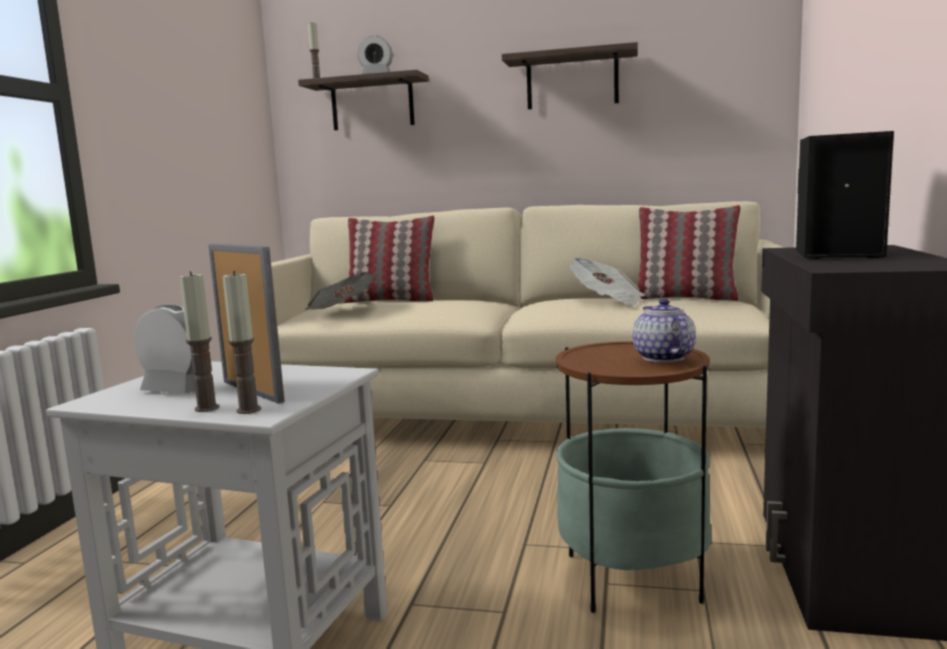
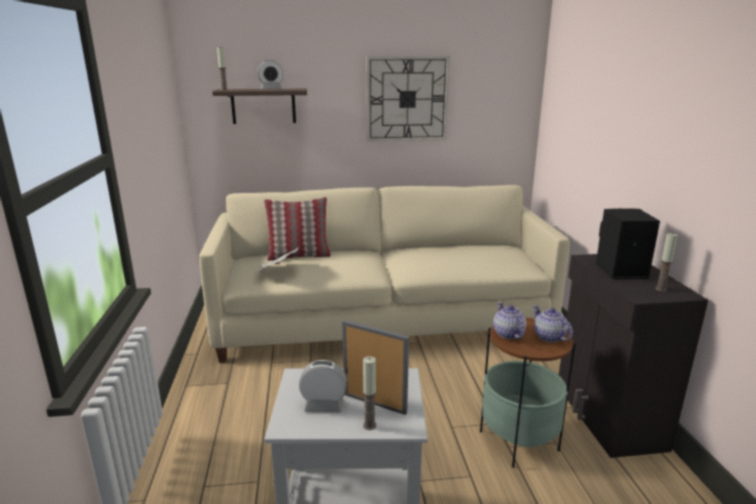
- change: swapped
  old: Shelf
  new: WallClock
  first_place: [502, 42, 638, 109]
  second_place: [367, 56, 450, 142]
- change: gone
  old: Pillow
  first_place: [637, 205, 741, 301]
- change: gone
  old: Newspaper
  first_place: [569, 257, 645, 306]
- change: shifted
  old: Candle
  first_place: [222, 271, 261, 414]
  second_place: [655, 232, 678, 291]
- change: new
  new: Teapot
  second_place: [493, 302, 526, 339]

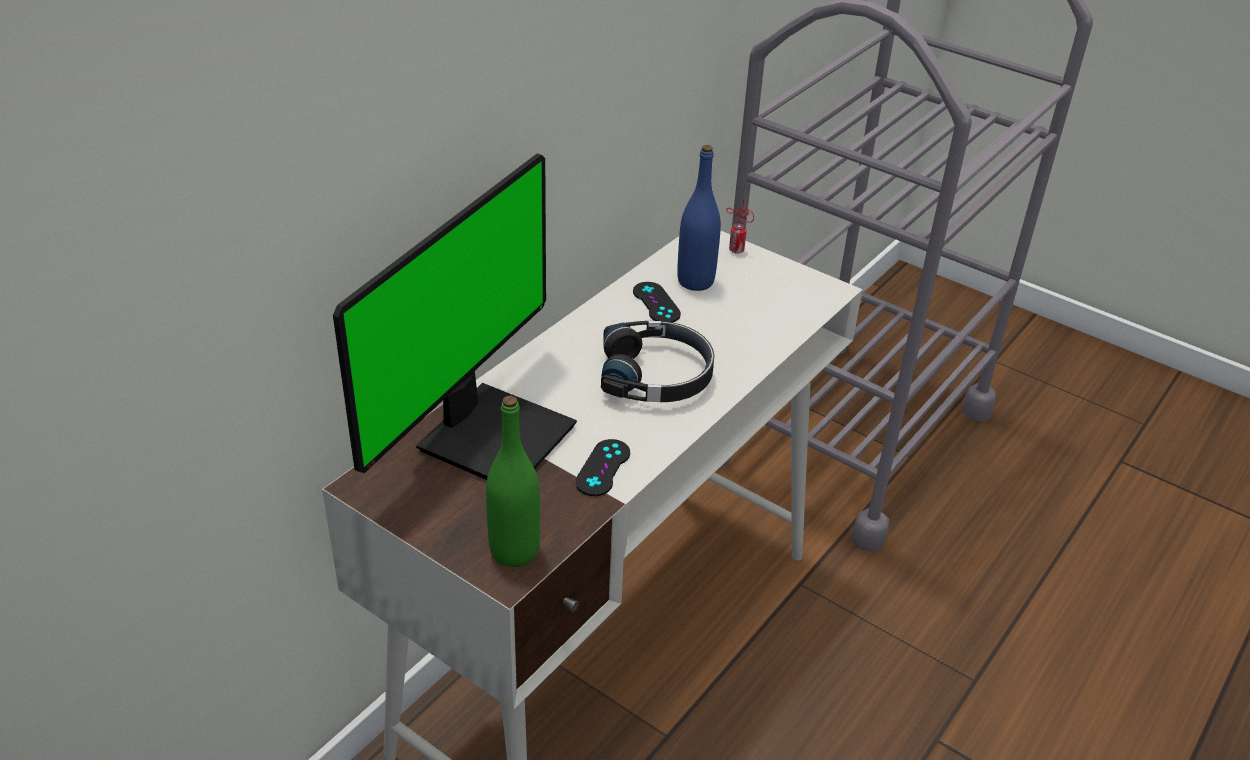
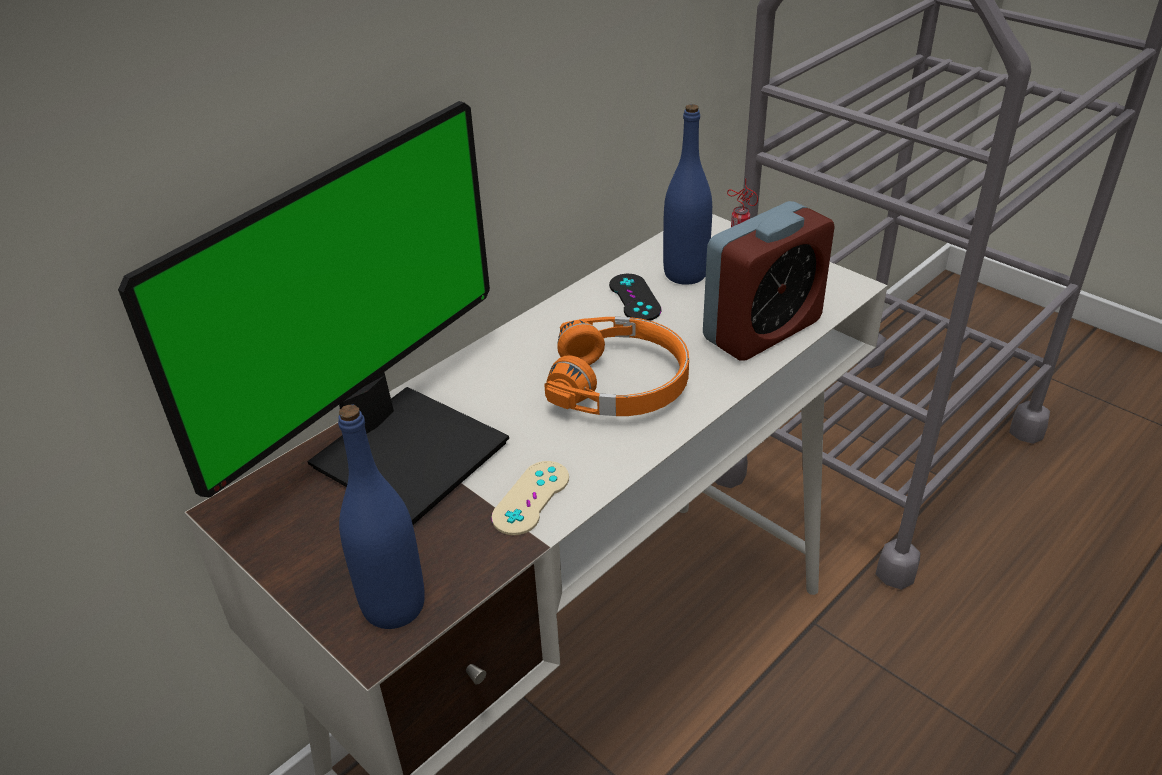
- change: repainted
  old: BlackHeadphones
  new: OrangeHeadphones
  first_place: [601, 321, 715, 402]
  second_place: [544, 317, 689, 416]
- change: repainted
  old: GreenBottle
  new: BlueBottle
  first_place: [486, 396, 540, 567]
  second_place: [338, 404, 425, 629]
- change: repainted
  old: BlackGameController
  new: BeigeGameController
  first_place: [575, 439, 630, 496]
  second_place: [491, 461, 569, 535]
- change: new
  new: AlarmClock
  second_place: [703, 201, 835, 361]

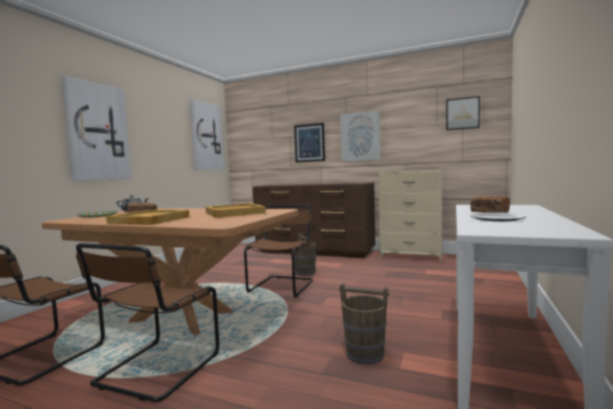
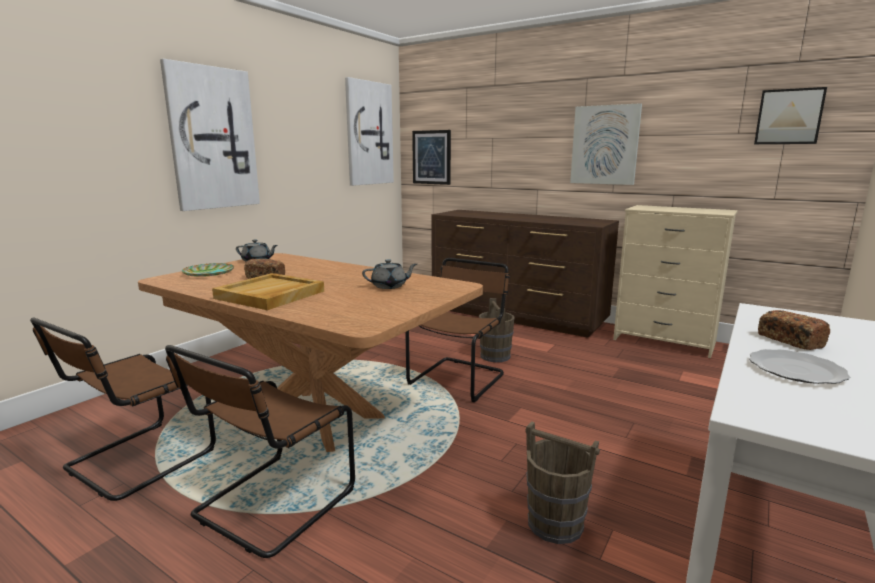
- change: shifted
  old: Picture
  first_place: [294, 123, 325, 163]
  second_place: [412, 130, 451, 185]
- change: swapped
  old: BeigeTray
  new: GreyTeapot
  first_place: [205, 203, 266, 218]
  second_place: [362, 259, 417, 289]

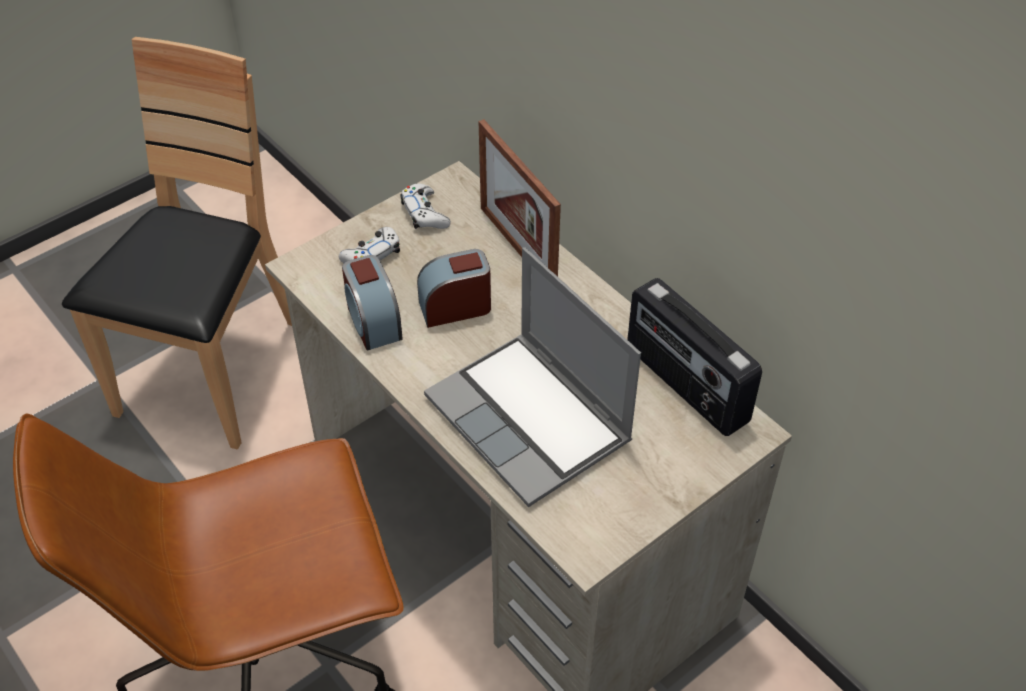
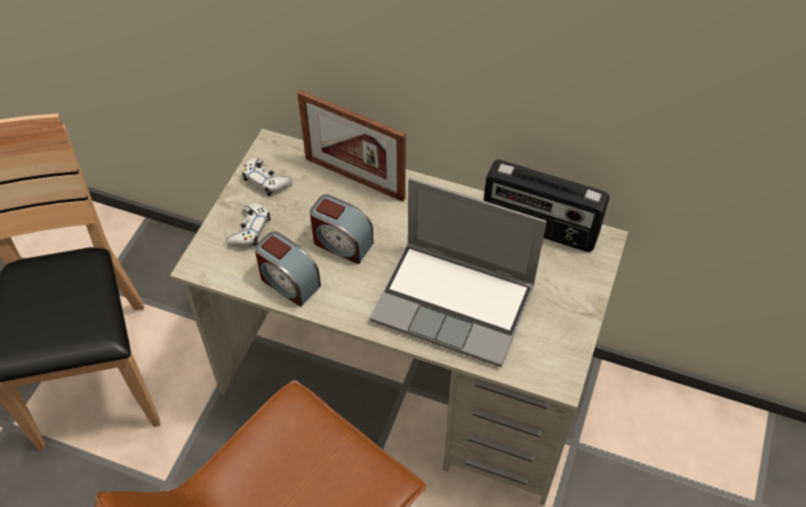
- change: rotated
  old: AlarmClock
  first_place: [417, 249, 491, 328]
  second_place: [310, 194, 374, 264]
  degrees: -105

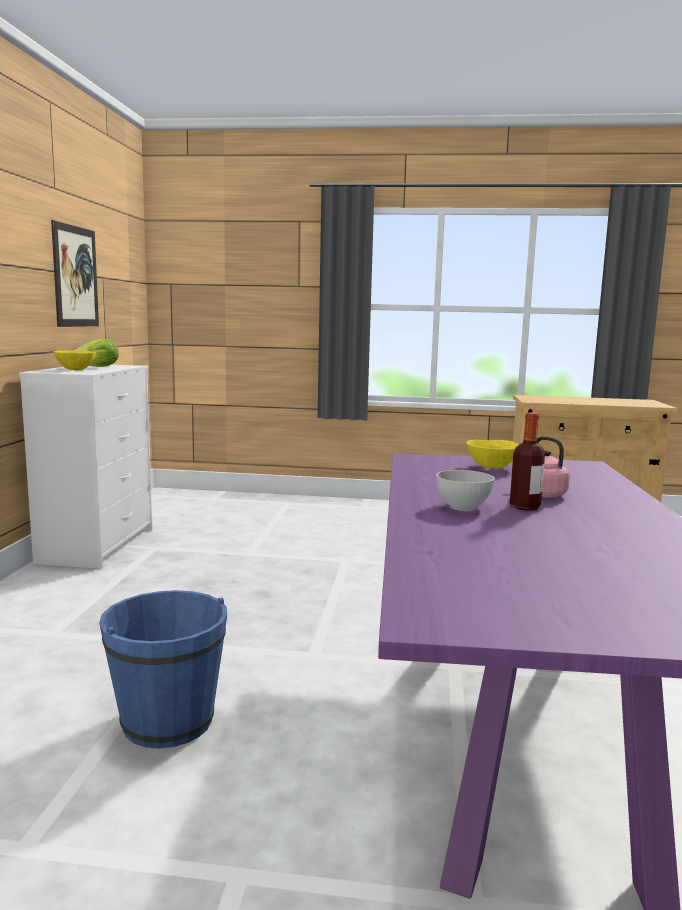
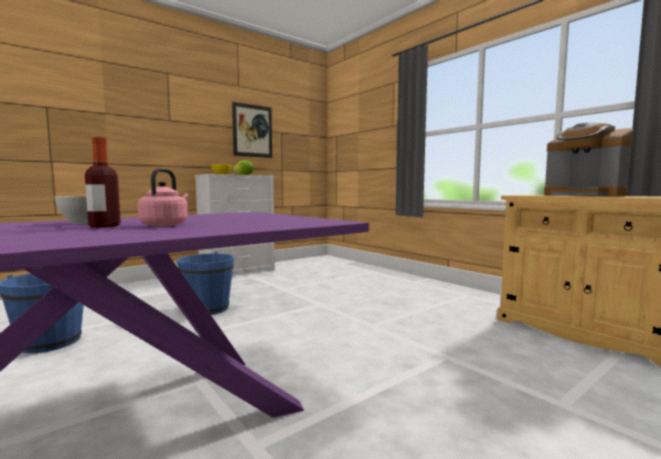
- change: gone
  old: YellowBowl
  first_place: [466, 440, 519, 469]
- change: new
  new: CoffeeMachine
  second_place: [544, 123, 634, 196]
- change: new
  new: BlueBucket
  second_place: [177, 251, 234, 315]

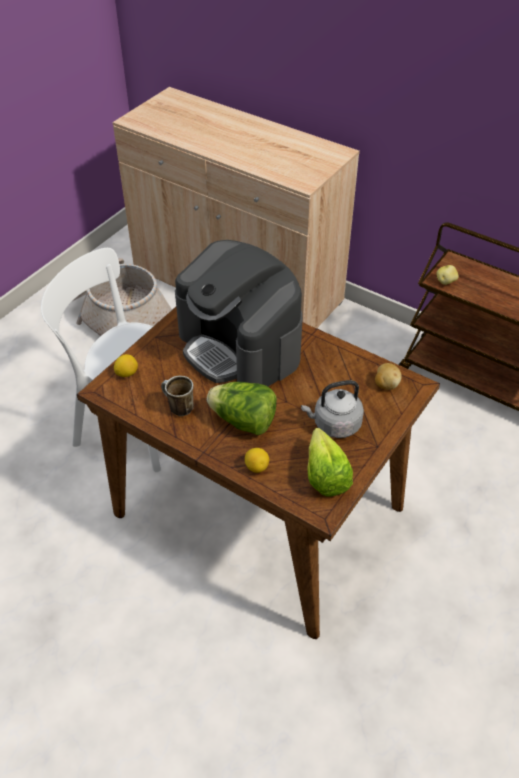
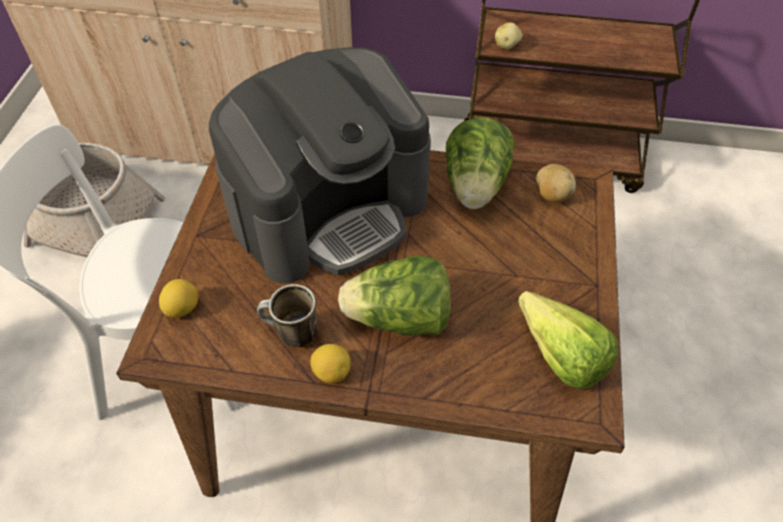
- change: rotated
  old: CoffeeMachine
  first_place: [175, 240, 303, 387]
  second_place: [209, 47, 431, 284]
  degrees: -60
- change: gone
  old: GreyKettle
  first_place: [301, 380, 364, 438]
- change: shifted
  old: Lemon
  first_place: [245, 448, 269, 473]
  second_place: [310, 344, 351, 383]
- change: new
  new: Lettuce
  second_place: [446, 118, 514, 209]

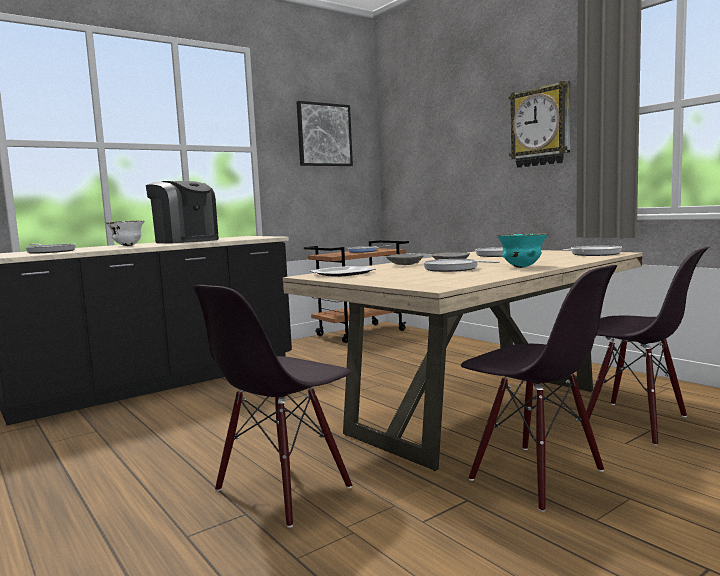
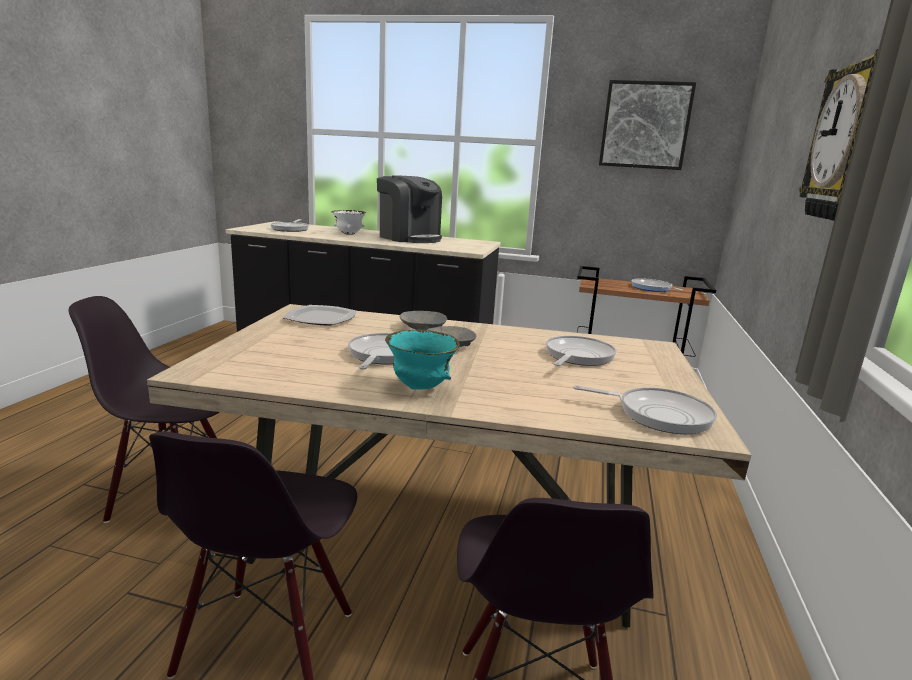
- change: rotated
  old: CoffeeMachine
  first_place: [146, 181, 219, 243]
  second_place: [377, 175, 442, 243]
  degrees: -45

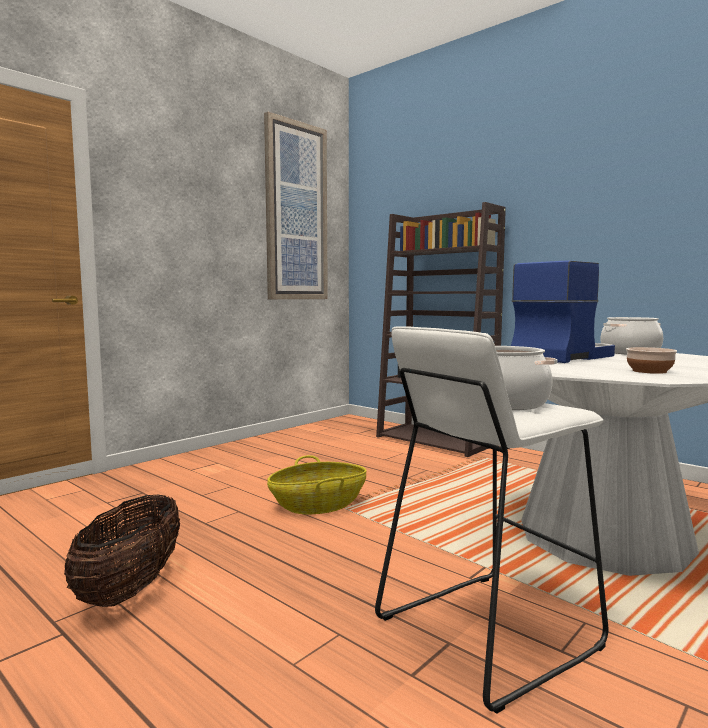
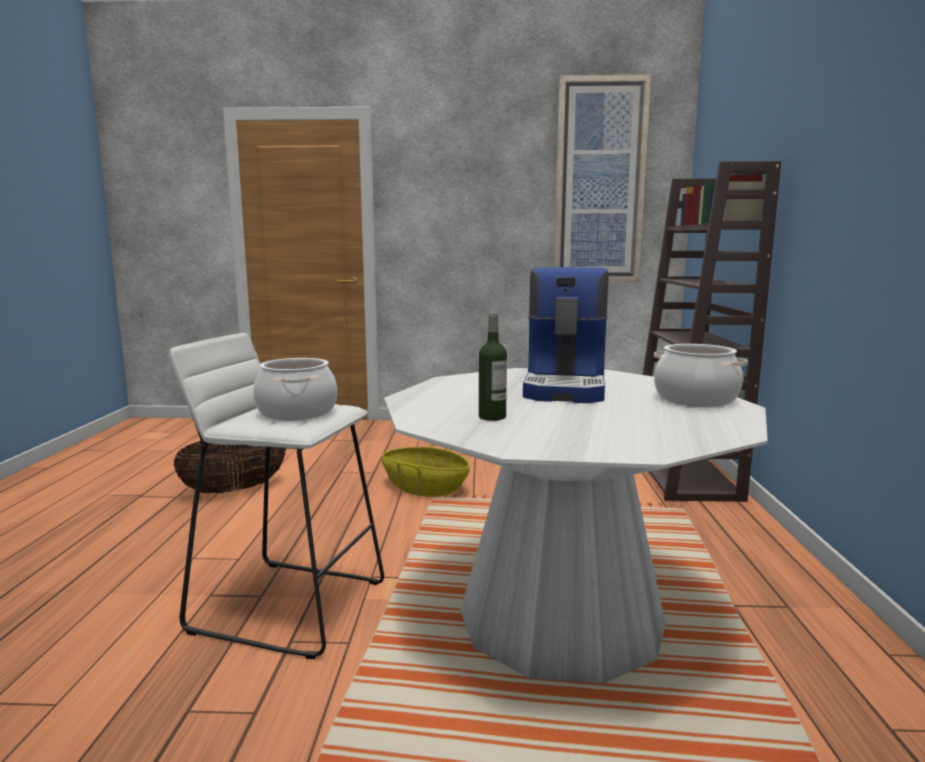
- change: rotated
  old: CoffeeMachine
  first_place: [511, 260, 615, 363]
  second_place: [523, 267, 609, 403]
  degrees: 90
- change: swapped
  old: Bowl
  new: Bottle
  first_place: [626, 347, 677, 374]
  second_place: [479, 312, 507, 421]

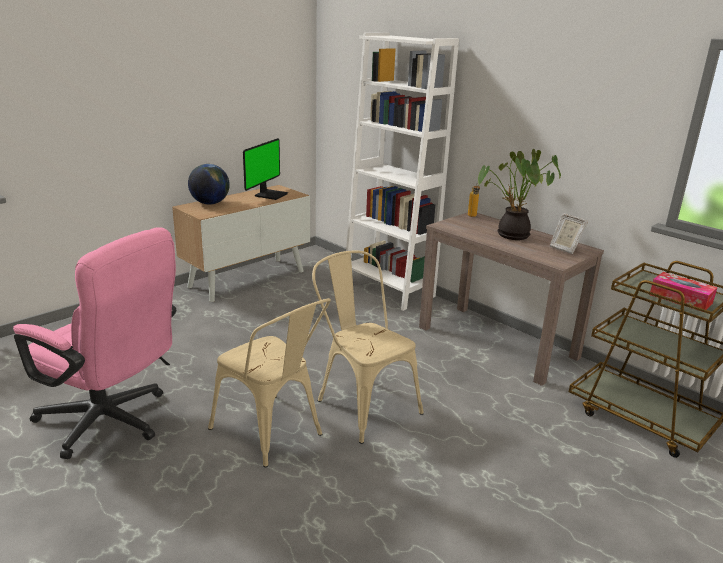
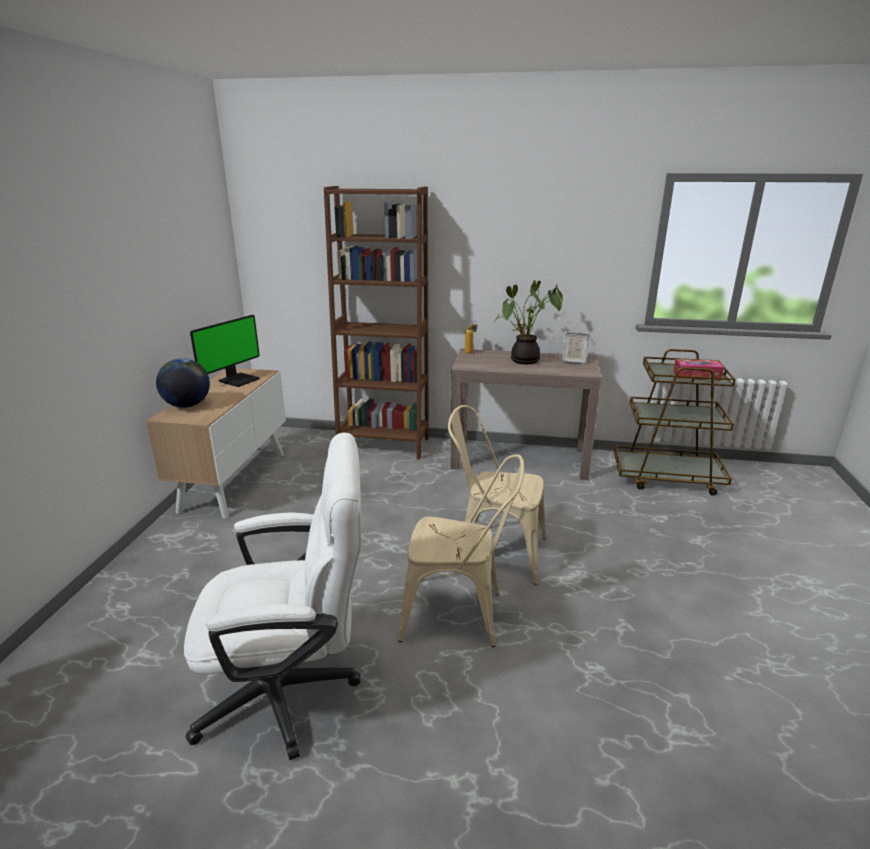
- change: repainted
  old: WhiteBookcase
  new: BrownBookcase
  first_place: [346, 33, 459, 311]
  second_place: [324, 186, 429, 460]
- change: rotated
  old: Monitor
  first_place: [243, 138, 288, 200]
  second_place: [190, 315, 260, 387]
  degrees: 45
- change: repainted
  old: PinkOfficeChair
  new: WhiteOfficeChair
  first_place: [13, 227, 176, 459]
  second_place: [184, 432, 362, 760]

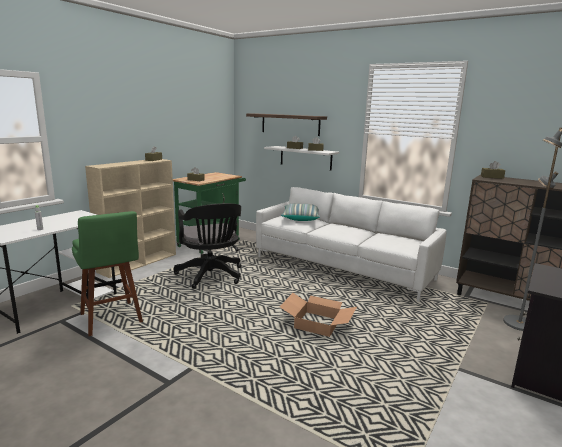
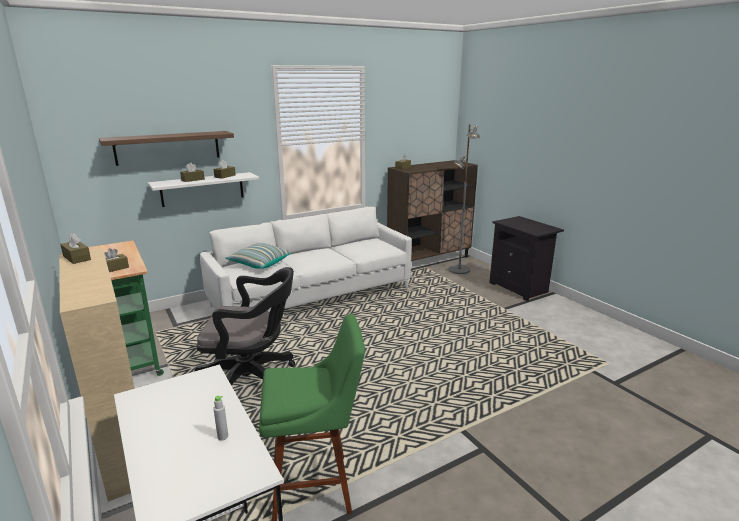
- change: gone
  old: CardboardBox
  first_place: [279, 293, 357, 337]

